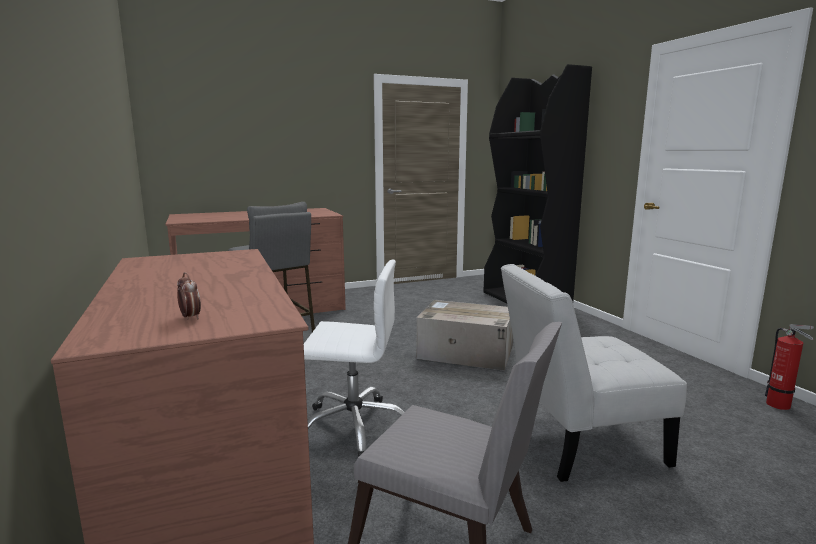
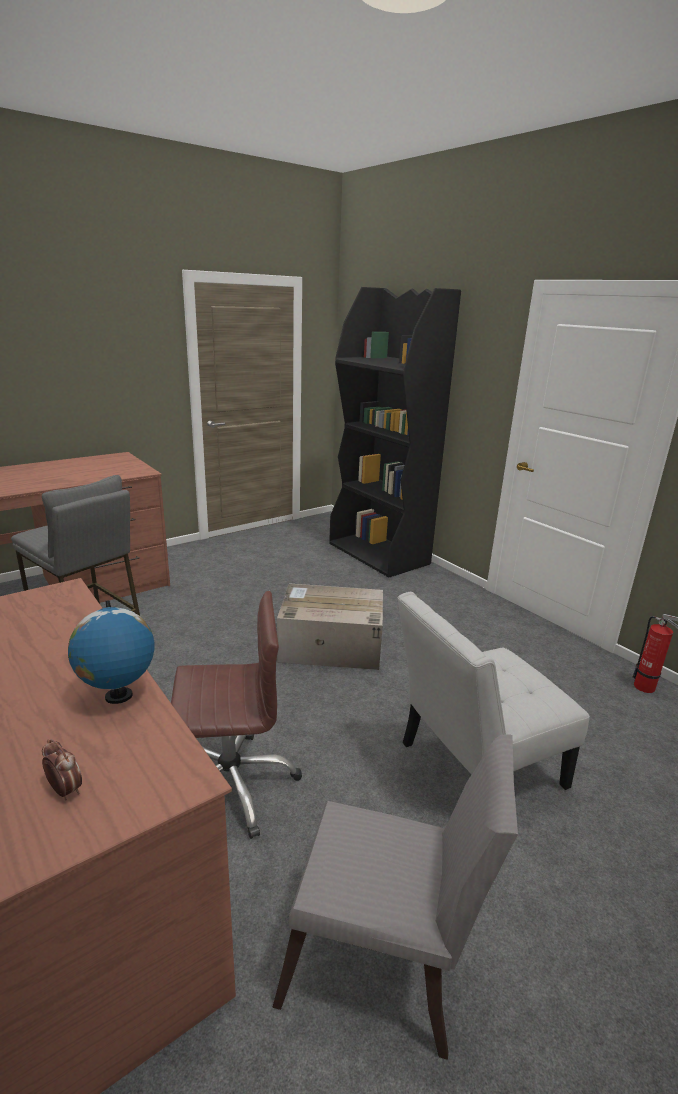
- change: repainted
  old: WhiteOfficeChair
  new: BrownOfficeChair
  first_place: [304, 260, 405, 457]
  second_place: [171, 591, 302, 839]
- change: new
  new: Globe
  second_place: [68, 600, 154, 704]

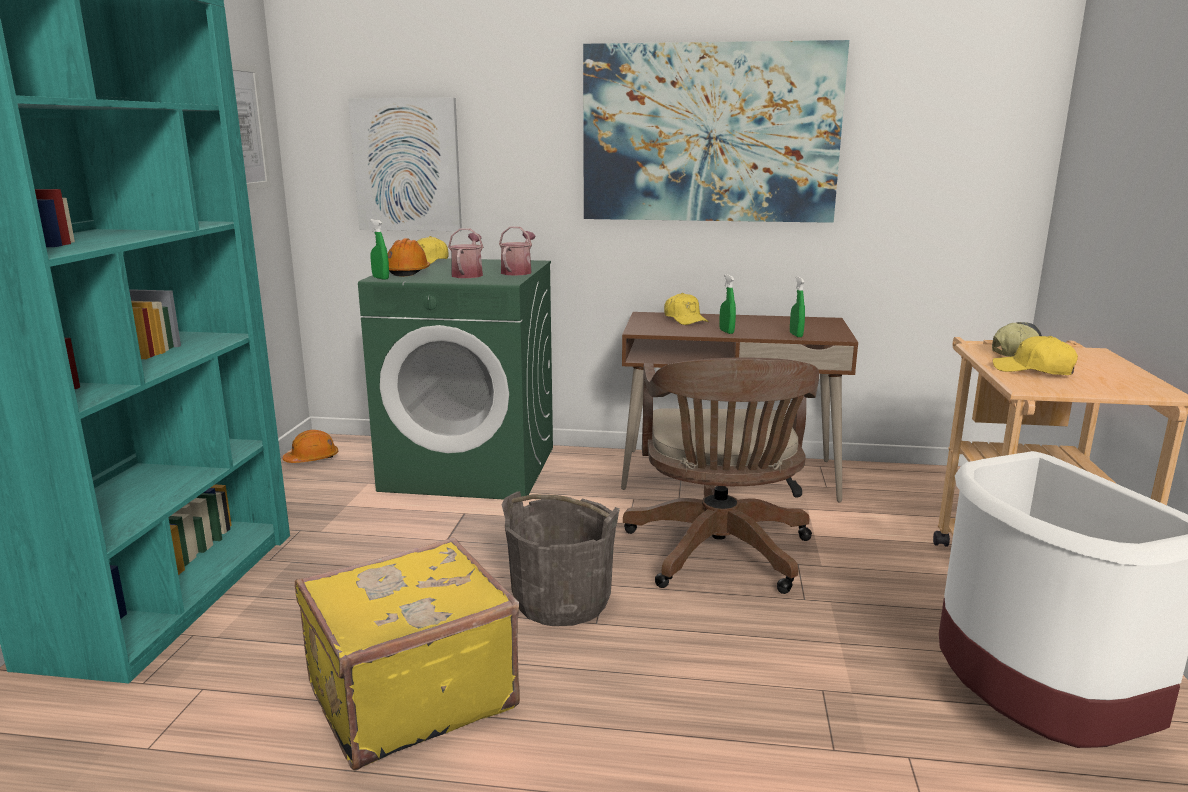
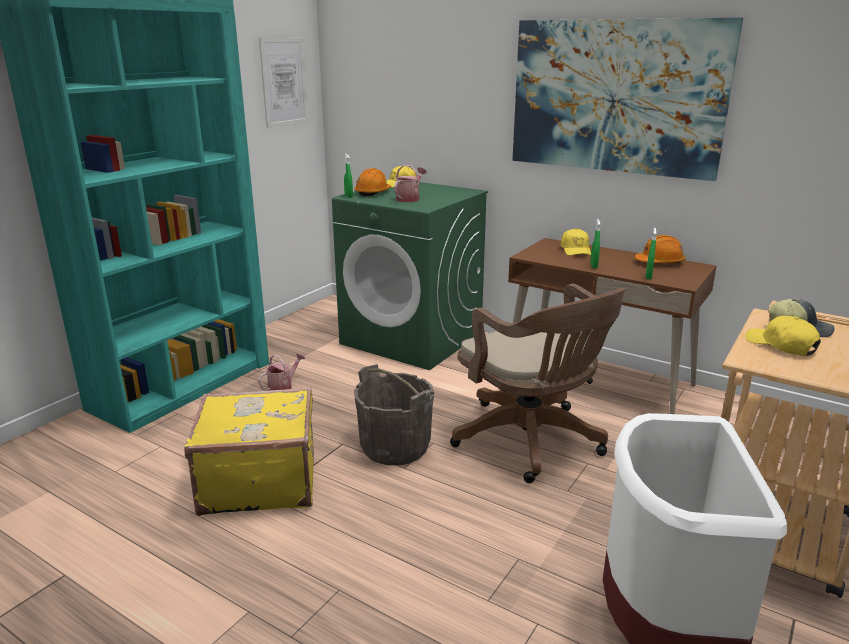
- change: gone
  old: Picture
  first_place: [348, 98, 462, 231]
- change: shifted
  old: WateringCan
  first_place: [499, 226, 535, 276]
  second_place: [258, 353, 305, 391]
- change: rotated
  old: BrownOfficeChair
  first_place: [623, 357, 819, 594]
  second_place: [450, 284, 625, 483]
  degrees: -60
- change: shifted
  old: OrangeHardHat
  first_place: [283, 430, 338, 463]
  second_place: [634, 235, 686, 263]

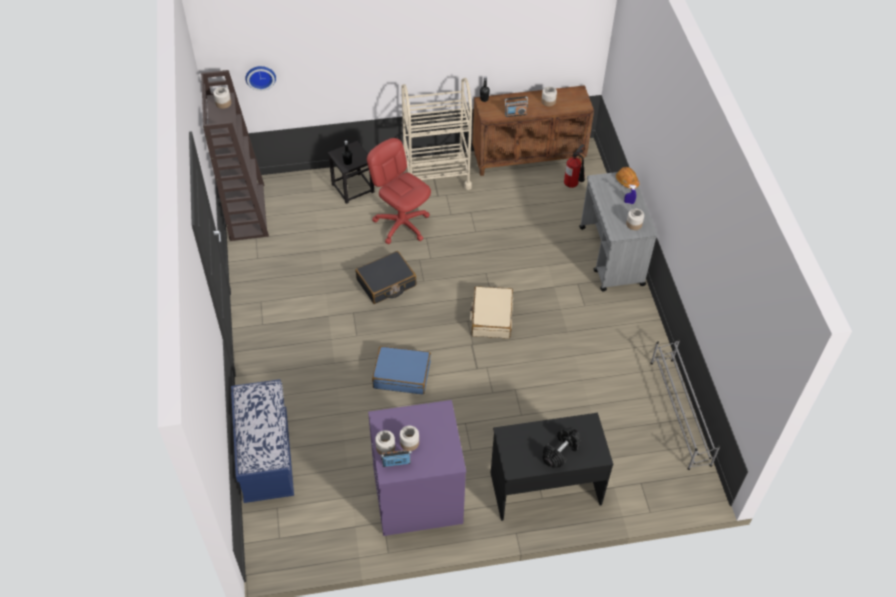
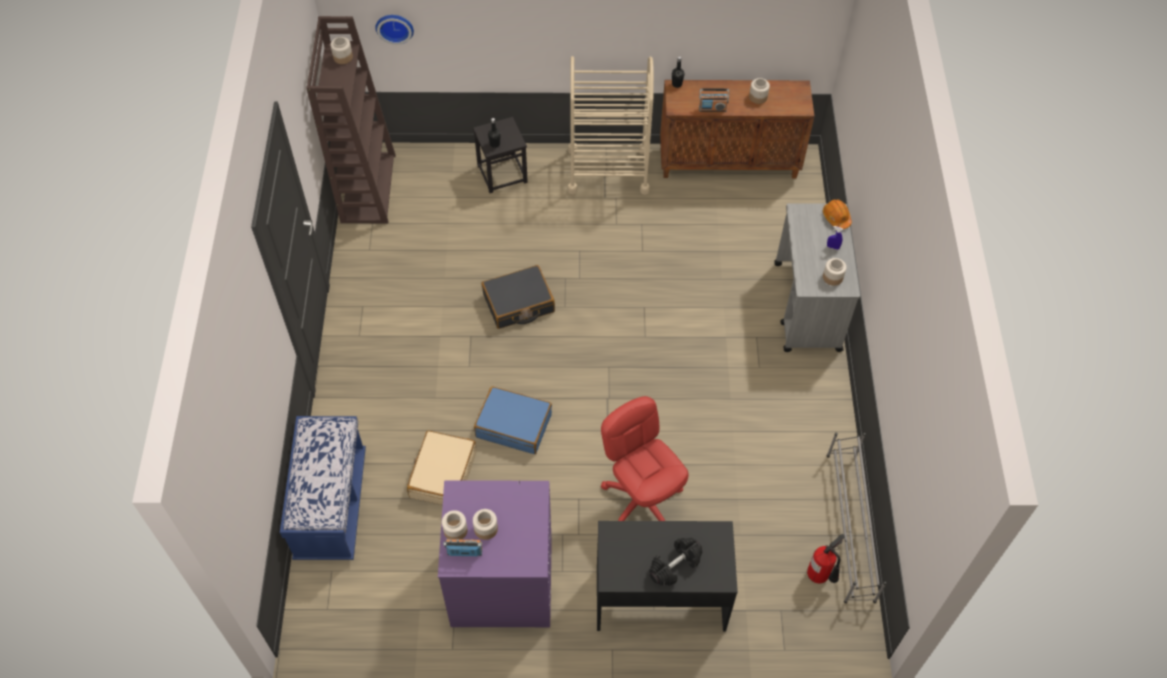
- change: shifted
  old: RedOfficeChair
  first_place: [367, 138, 431, 244]
  second_place: [601, 396, 689, 521]
- change: shifted
  old: FireExtinguisher
  first_place: [564, 144, 585, 188]
  second_place: [807, 534, 845, 583]
- change: shifted
  old: BeigeSuitcase
  first_place: [470, 286, 513, 339]
  second_place: [407, 430, 477, 505]

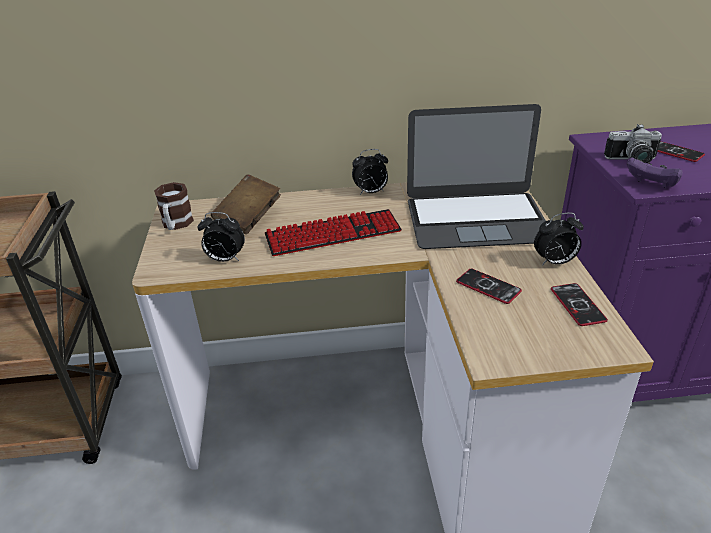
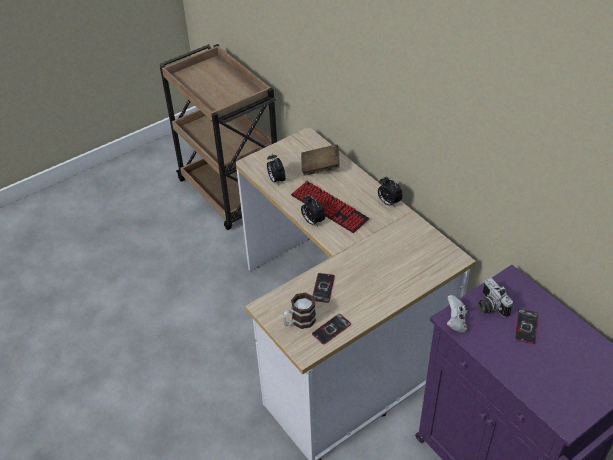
- change: gone
  old: Laptop
  first_place: [407, 104, 546, 249]
- change: repainted
  old: PurpleGameController
  new: WhiteGameController
  first_place: [627, 157, 683, 188]
  second_place: [447, 295, 468, 333]
- change: shifted
  old: Mug
  first_place: [154, 182, 194, 230]
  second_place: [283, 293, 316, 329]
- change: shifted
  old: AlarmClock
  first_place: [534, 213, 584, 266]
  second_place: [301, 195, 325, 227]

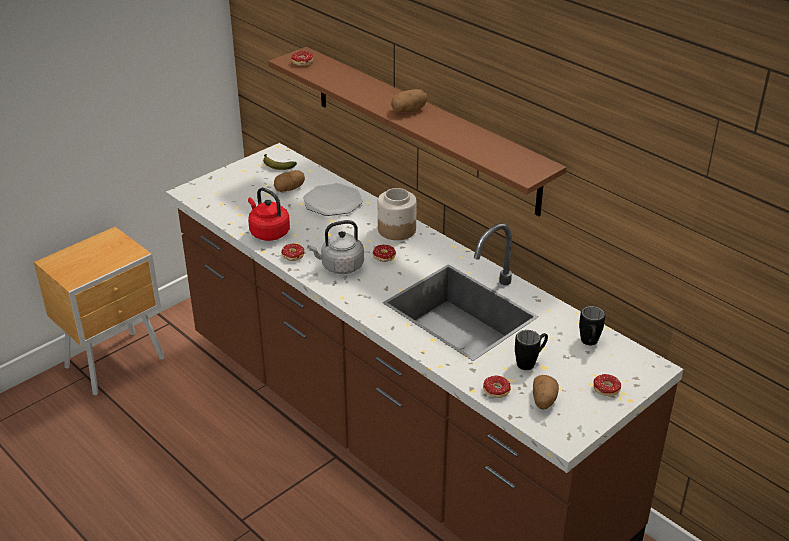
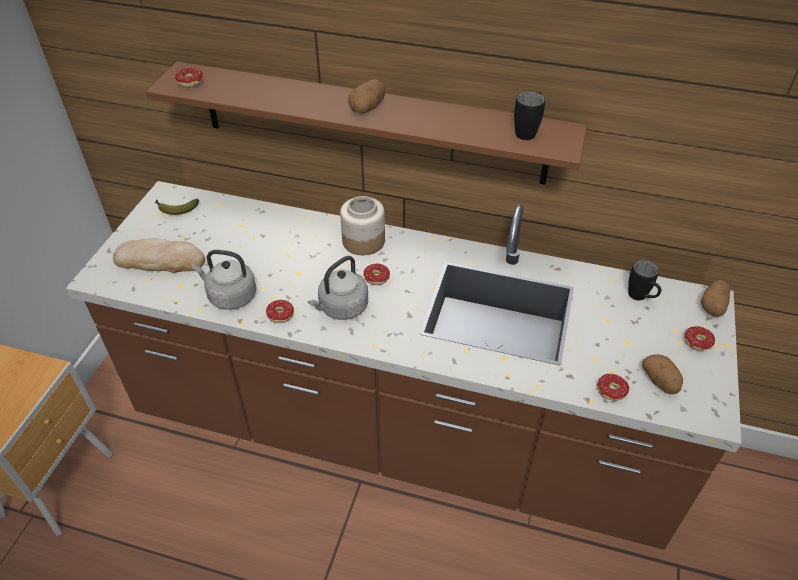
- change: shifted
  old: Potato
  first_place: [274, 170, 305, 192]
  second_place: [701, 280, 730, 317]
- change: gone
  old: Plate
  first_place: [303, 183, 363, 216]
- change: repainted
  old: RedKettle
  new: GreyKettle
  first_place: [248, 188, 290, 241]
  second_place: [192, 250, 256, 310]
- change: shifted
  old: BlackMug
  first_place: [515, 330, 548, 370]
  second_place: [514, 92, 545, 140]
- change: new
  new: Bread
  second_place: [113, 238, 205, 273]

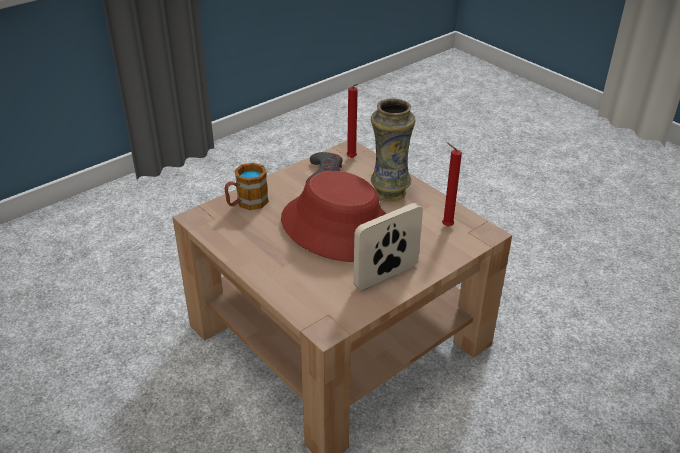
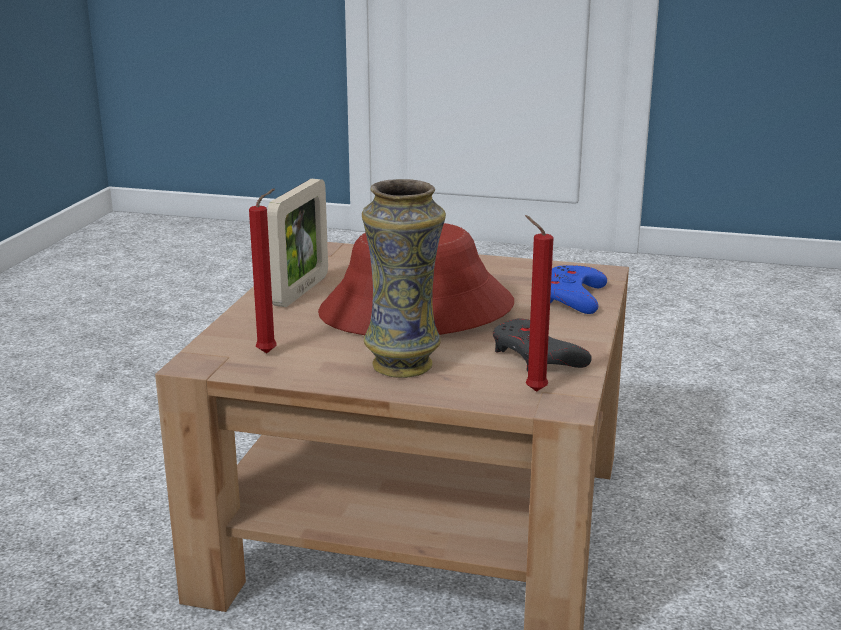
- change: swapped
  old: Mug
  new: BlueGameController
  first_place: [224, 163, 269, 210]
  second_place: [550, 265, 607, 314]

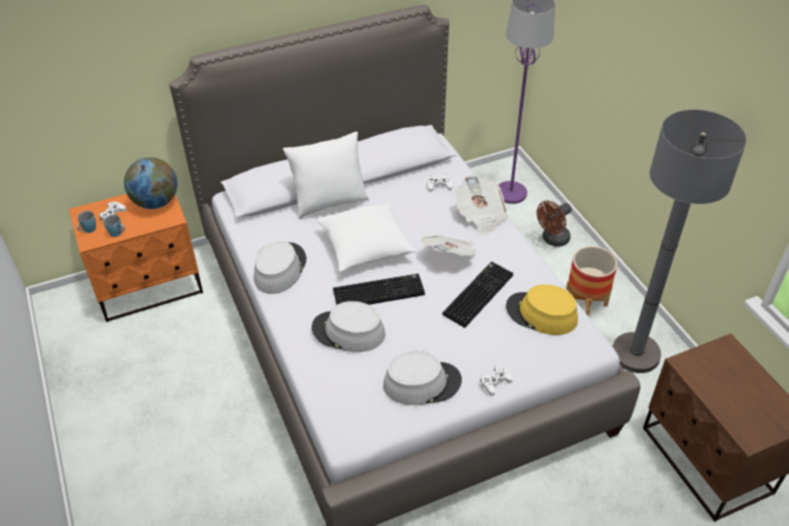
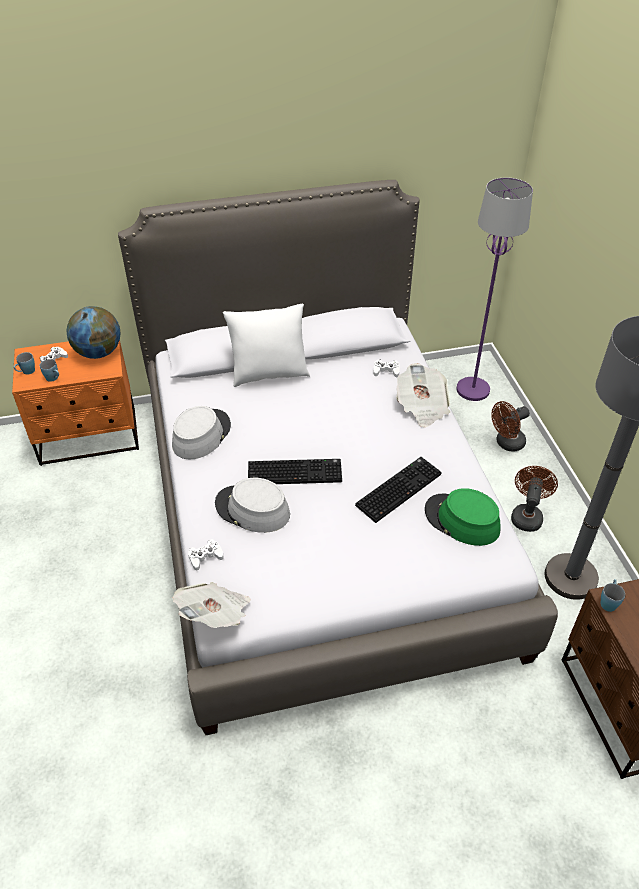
- change: gone
  old: WhitePillow
  first_place: [316, 203, 417, 272]
- change: shifted
  old: Newspaper
  first_place: [421, 235, 476, 256]
  second_place: [172, 582, 251, 628]
- change: swapped
  old: Planter
  new: BrownFan
  first_place: [566, 246, 617, 316]
  second_place: [511, 466, 558, 532]
- change: repainted
  old: YellowHat
  new: GreenHat
  first_place: [506, 284, 578, 335]
  second_place: [425, 488, 500, 546]
- change: gone
  old: GreyHat
  first_place: [383, 351, 462, 405]
- change: shifted
  old: WhiteGameController
  first_place: [480, 365, 513, 396]
  second_place: [188, 539, 224, 570]
- change: new
  new: BlueMug
  second_place: [600, 579, 625, 612]

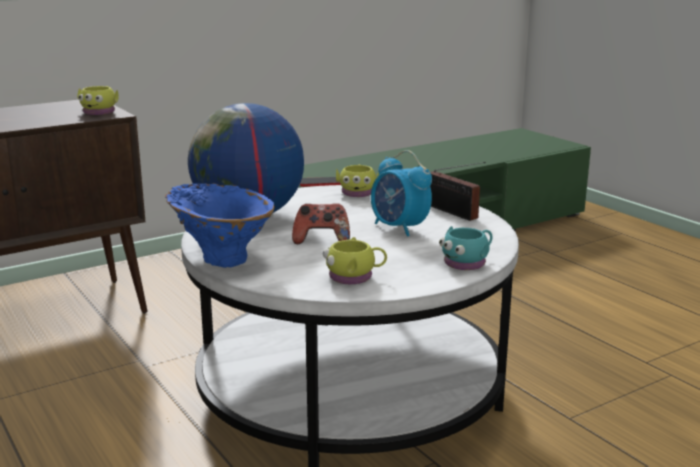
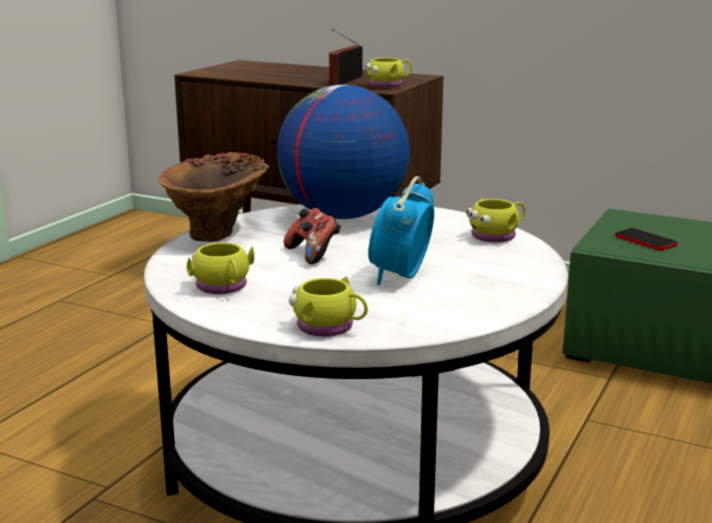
- change: shifted
  old: Radio
  first_place: [430, 162, 486, 221]
  second_place: [329, 29, 362, 85]
- change: repainted
  old: BlueVase
  new: BrownVase
  first_place: [165, 183, 275, 268]
  second_place: [159, 152, 269, 242]
- change: repainted
  old: TurquoiseMug
  new: YellowMug
  first_place: [439, 226, 492, 270]
  second_place: [289, 277, 368, 337]

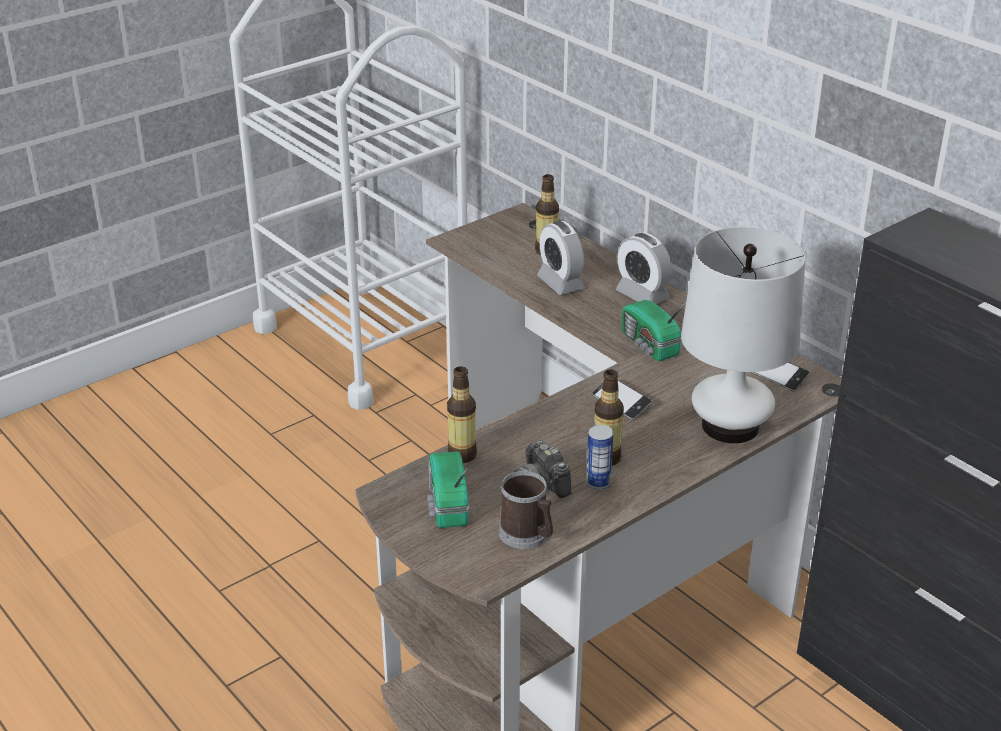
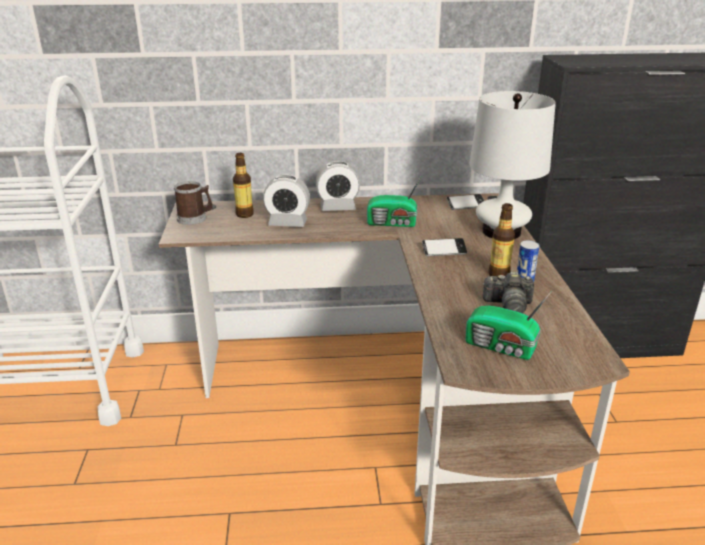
- change: gone
  old: Bottle
  first_place: [447, 366, 477, 463]
- change: shifted
  old: Mug
  first_place: [499, 471, 553, 549]
  second_place: [174, 181, 212, 225]

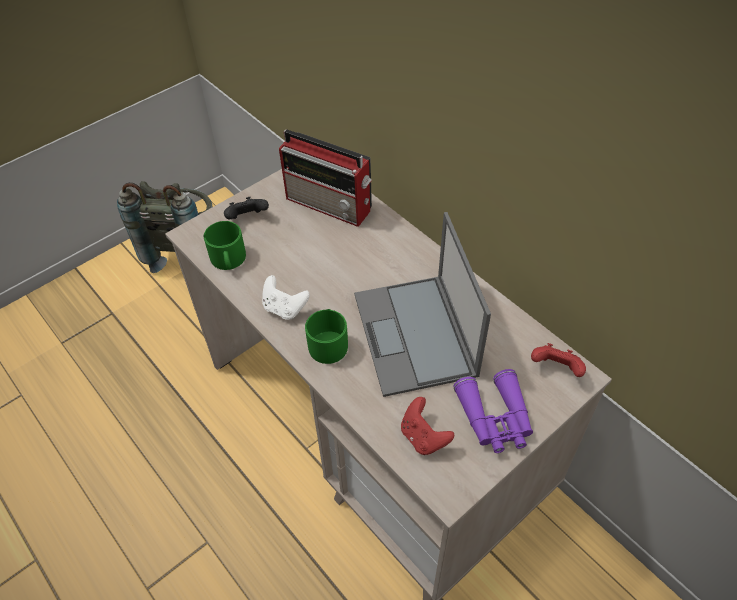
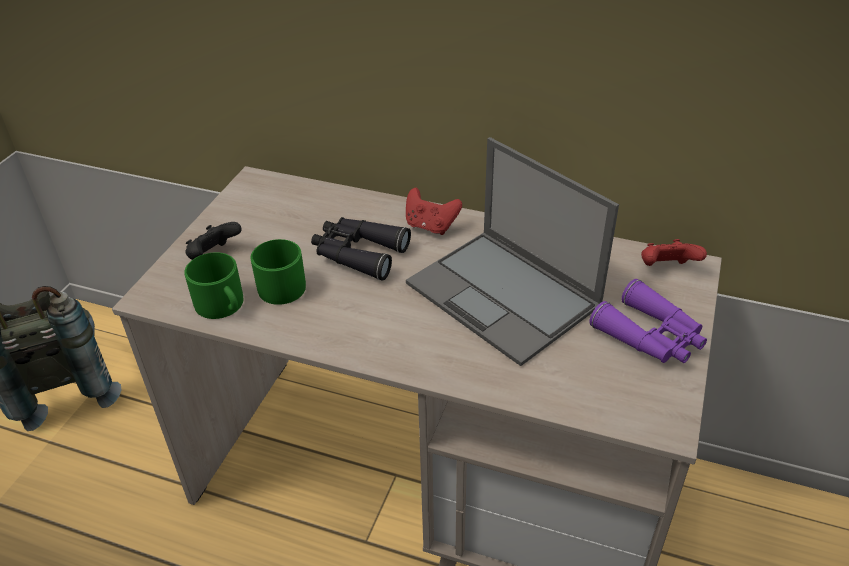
- change: gone
  old: Radio
  first_place: [279, 130, 372, 227]
- change: gone
  old: WhiteGameController
  first_place: [262, 275, 310, 320]
- change: shifted
  old: GreenMug
  first_place: [305, 309, 348, 364]
  second_place: [251, 239, 306, 305]
- change: shifted
  old: RedGameController
  first_place: [401, 397, 454, 455]
  second_place: [406, 188, 462, 235]
- change: new
  new: BlackBinoculars
  second_place: [311, 217, 411, 281]

